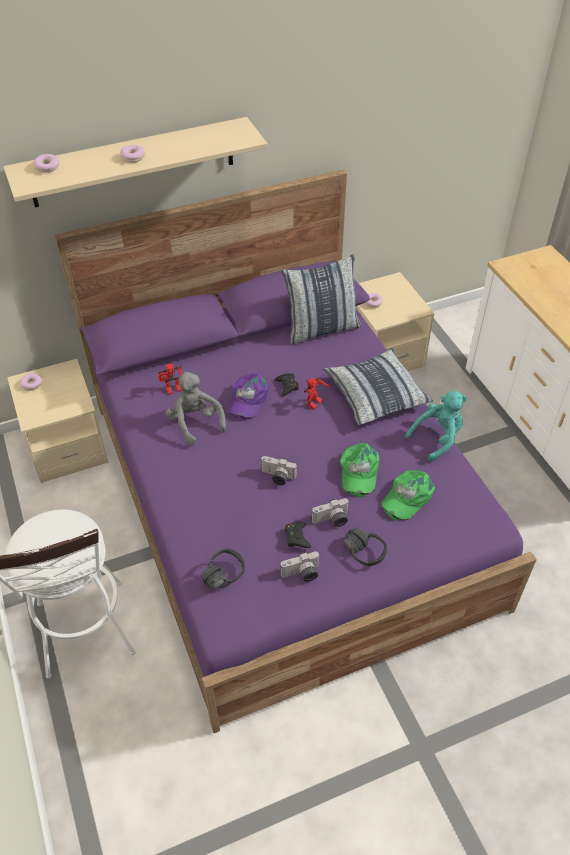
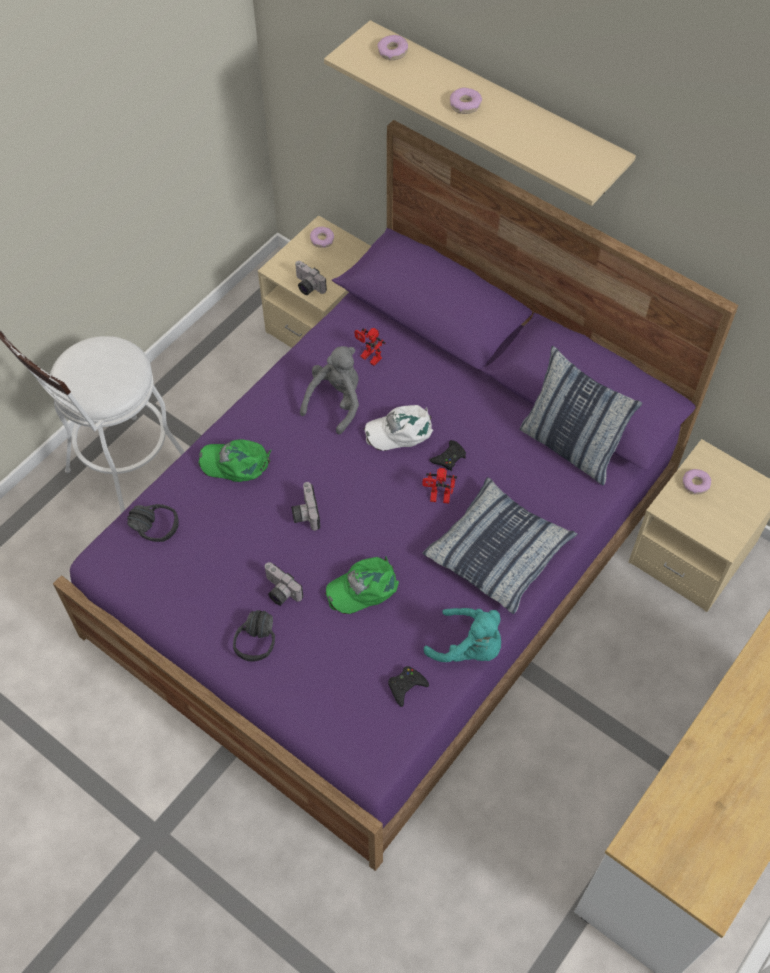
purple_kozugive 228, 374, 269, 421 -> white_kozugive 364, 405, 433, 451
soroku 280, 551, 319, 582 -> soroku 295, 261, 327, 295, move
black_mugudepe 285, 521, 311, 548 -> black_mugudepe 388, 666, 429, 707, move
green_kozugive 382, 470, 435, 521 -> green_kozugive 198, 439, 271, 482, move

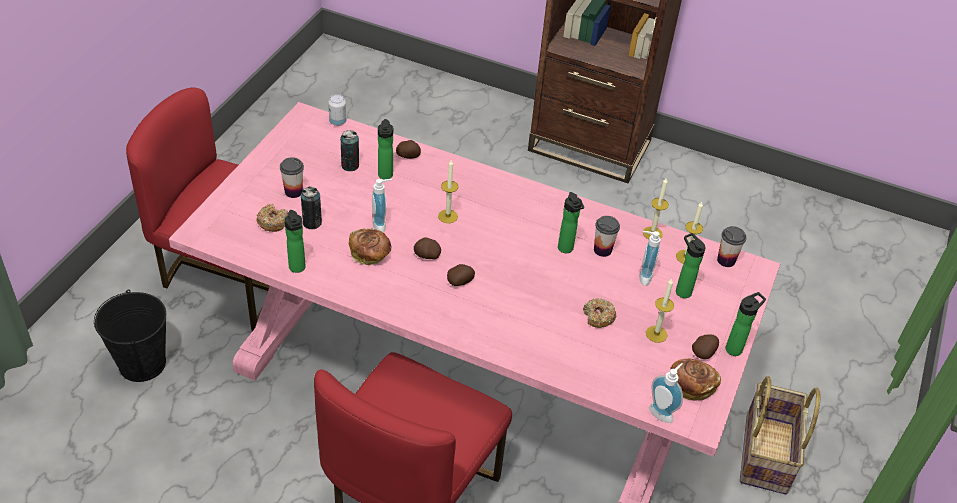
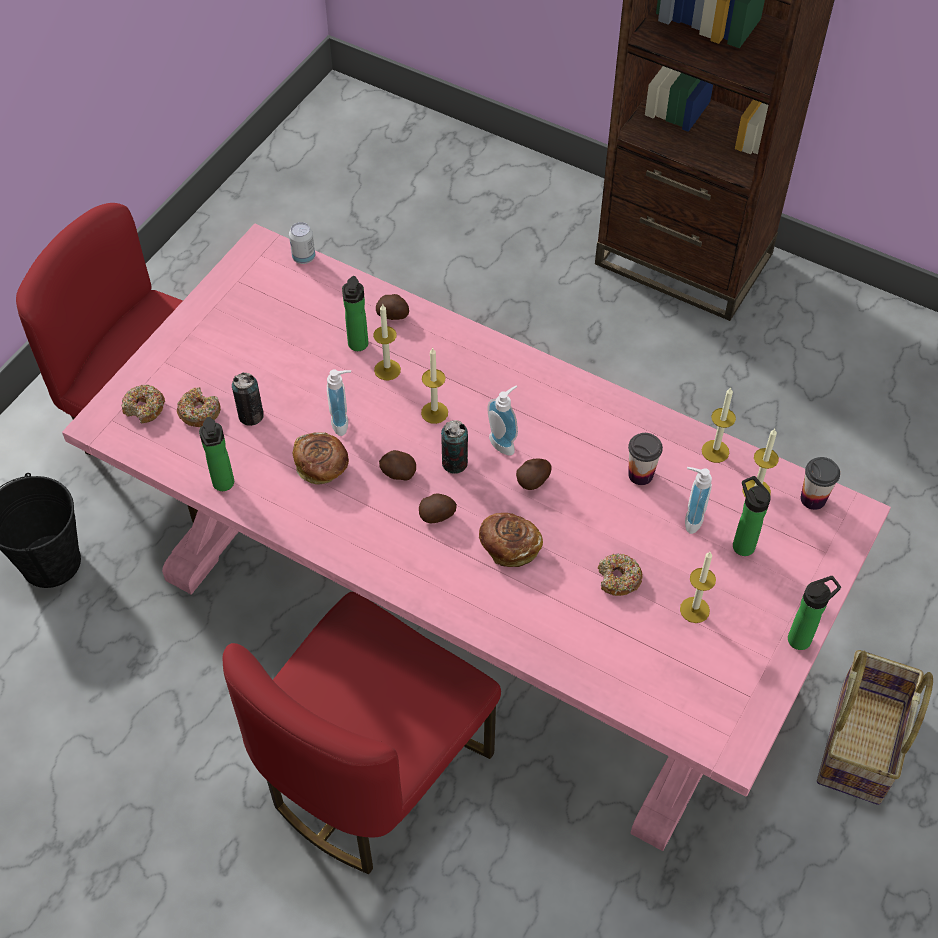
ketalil 280, 157, 304, 198 -> none
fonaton 340, 130, 359, 171 -> fonaton 441, 420, 468, 473, move
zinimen 558, 192, 584, 253 -> none
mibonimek 649, 363, 683, 423 -> mibonimek 488, 386, 518, 456, move
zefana 670, 359, 721, 400 -> zefana 479, 513, 543, 567, move
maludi 692, 334, 719, 359 -> maludi 516, 458, 552, 490, move
none -> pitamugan 121, 385, 165, 423
none -> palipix 373, 303, 401, 380

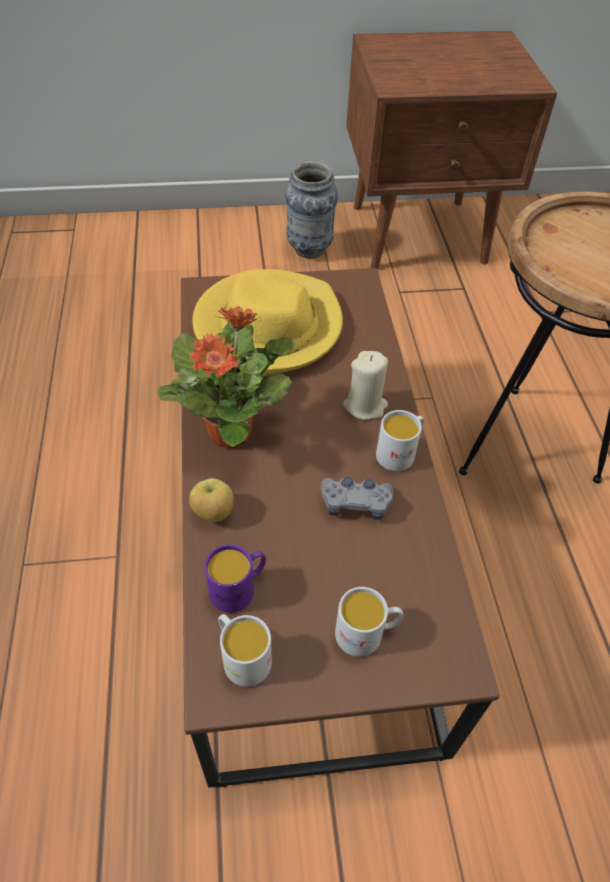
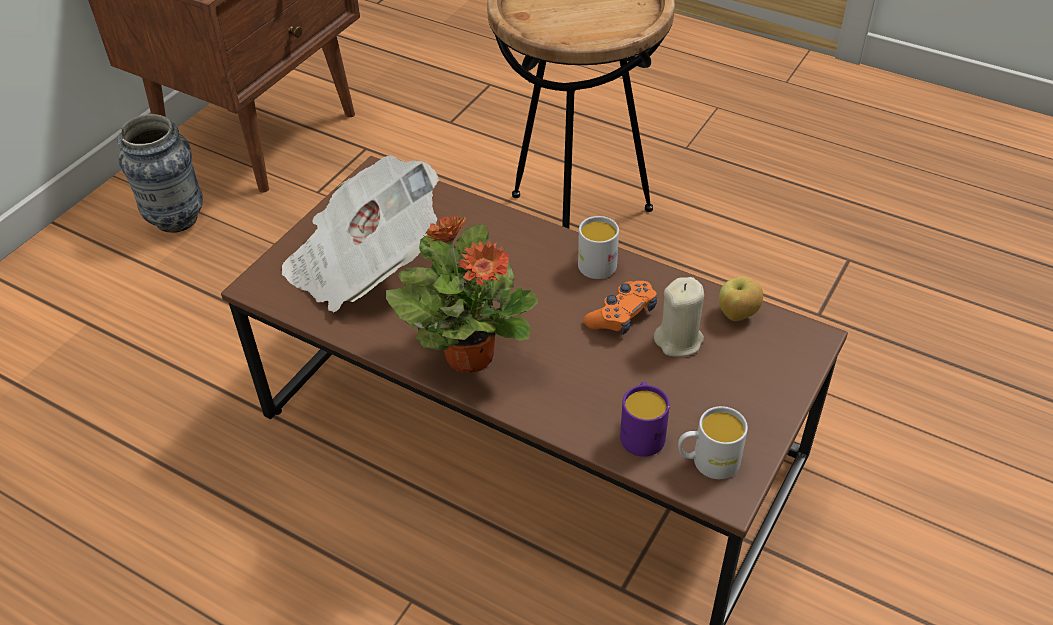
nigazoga 189, 478, 233, 522 -> nigazoga 719, 277, 763, 321, move
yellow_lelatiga 192, 269, 343, 374 -> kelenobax 282, 155, 439, 312
grey_mugudepe 320, 477, 393, 520 -> orange_mugudepe 584, 281, 657, 335
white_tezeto 335, 587, 403, 657 -> none
beige_palipix 343, 351, 388, 420 -> beige_palipix 654, 277, 704, 357, move

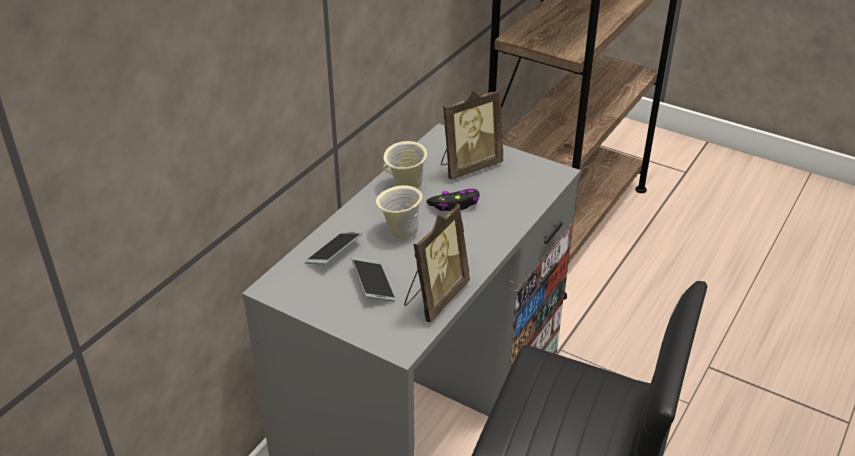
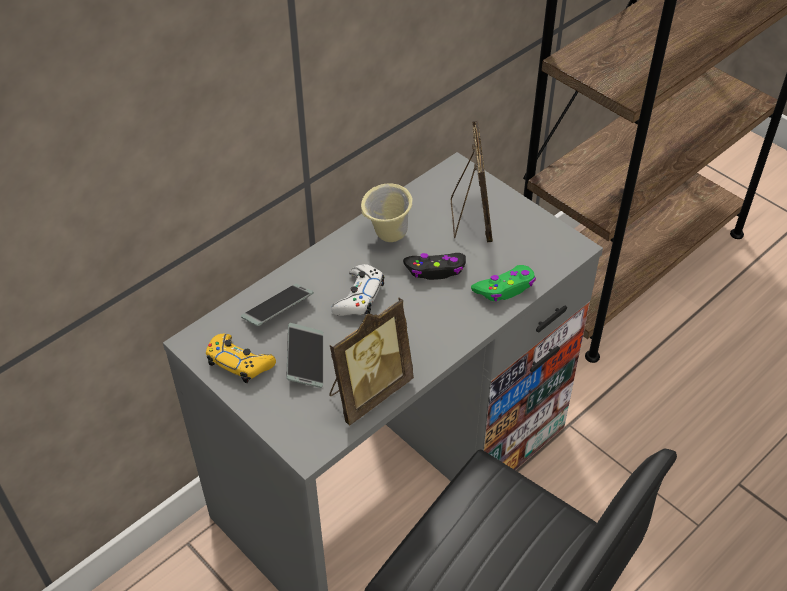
beige_tezeto 376, 185, 423, 239 -> white_mugudepe 331, 264, 384, 316
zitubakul 441, 89, 503, 180 -> zitubakul 451, 121, 493, 242, 75 degrees counterclockwise
none -> yellow_mugudepe 206, 333, 276, 383
none -> green_mugudepe 471, 265, 536, 301

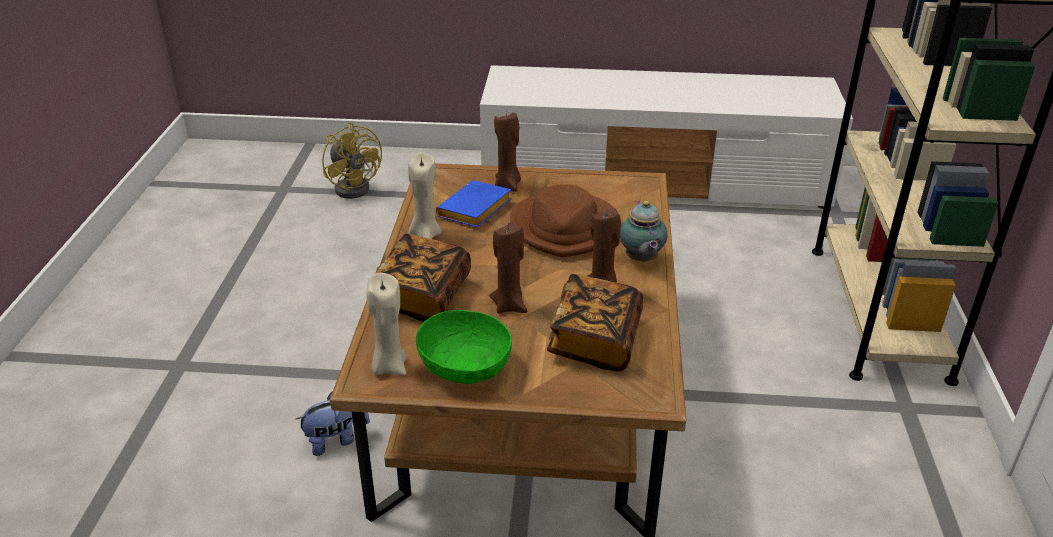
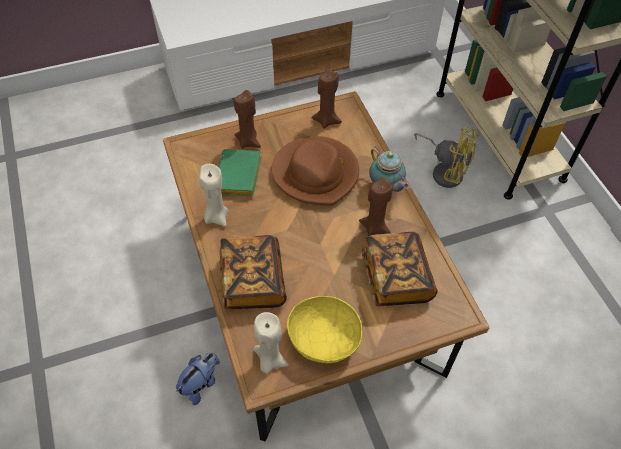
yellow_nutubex 322, 122, 382, 199 -> yellow_nutubex 414, 127, 478, 188, move
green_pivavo 416, 310, 512, 384 -> yellow_pivavo 287, 296, 362, 363
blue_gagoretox 436, 180, 512, 227 -> green_gagoretox 219, 149, 261, 197
brown_palipix 489, 221, 527, 314 -> brown_palipix 311, 69, 342, 129, move

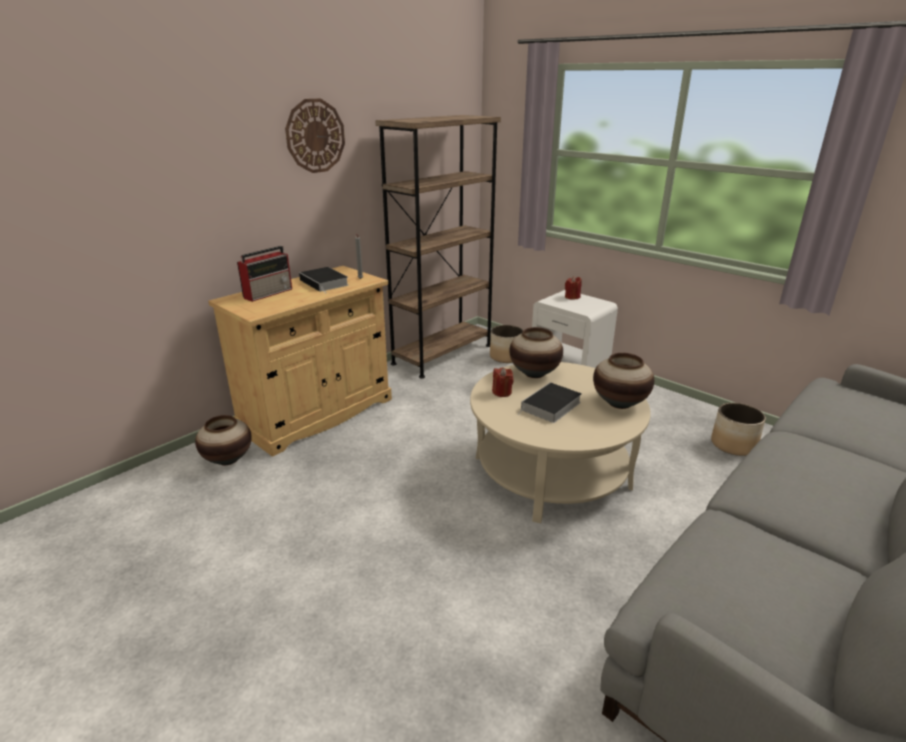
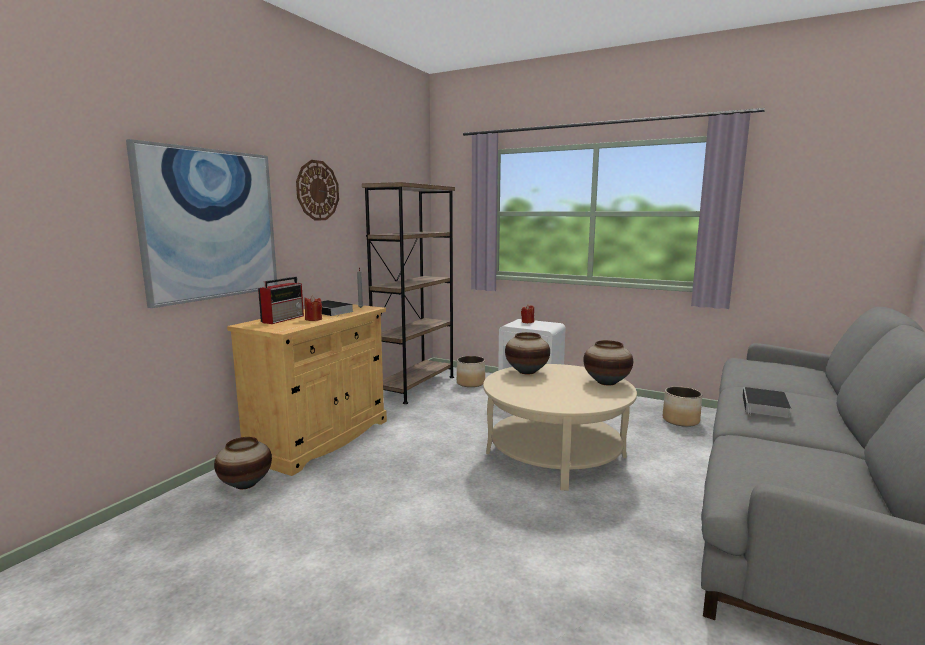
red_palipix 492, 367, 514, 397 -> red_palipix 304, 296, 322, 321, move
gagoretox 517, 382, 582, 423 -> gagoretox 743, 387, 791, 418, move
none -> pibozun 126, 139, 277, 308

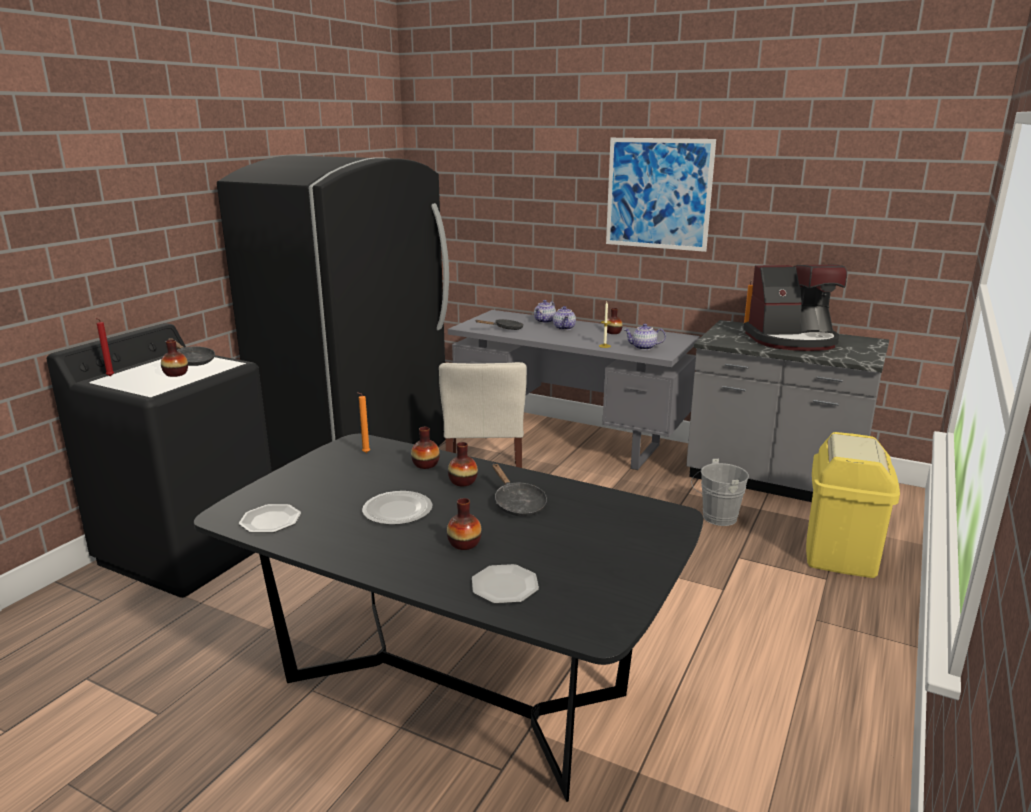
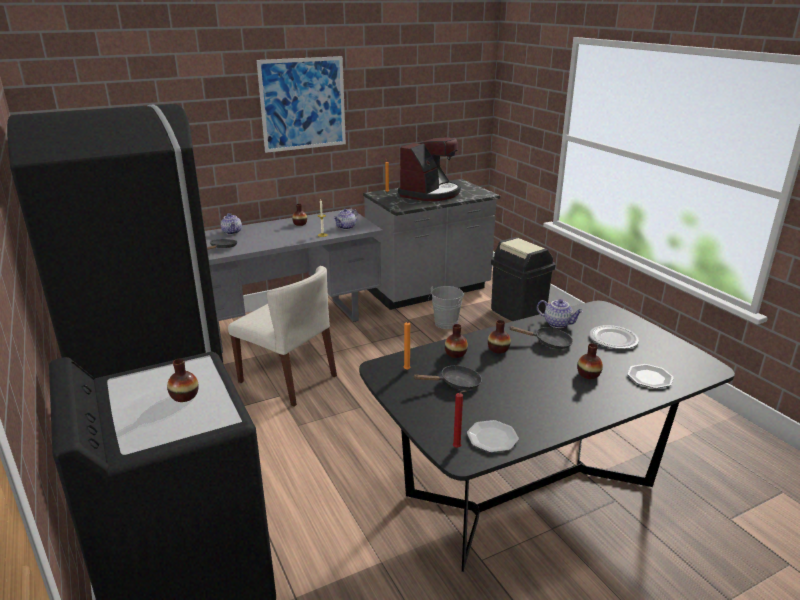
red_palipix 96, 318, 114, 376 -> red_palipix 453, 391, 466, 448, move
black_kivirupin 168, 338, 215, 366 -> black_kivirupin 414, 365, 482, 390, move
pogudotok 362, 491, 432, 525 -> pogudotok 589, 325, 639, 349, move
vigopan 553, 306, 576, 330 -> vigopan 537, 299, 583, 328, move
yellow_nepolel 806, 432, 900, 578 -> black_nepolel 491, 237, 556, 321

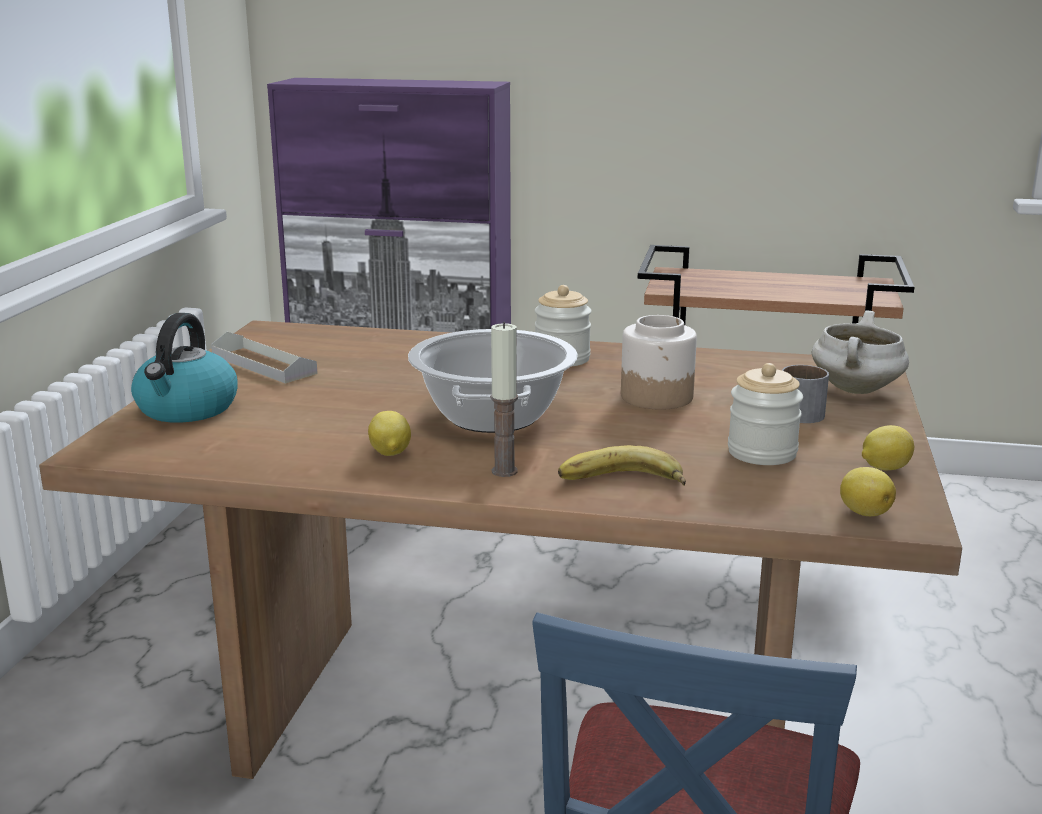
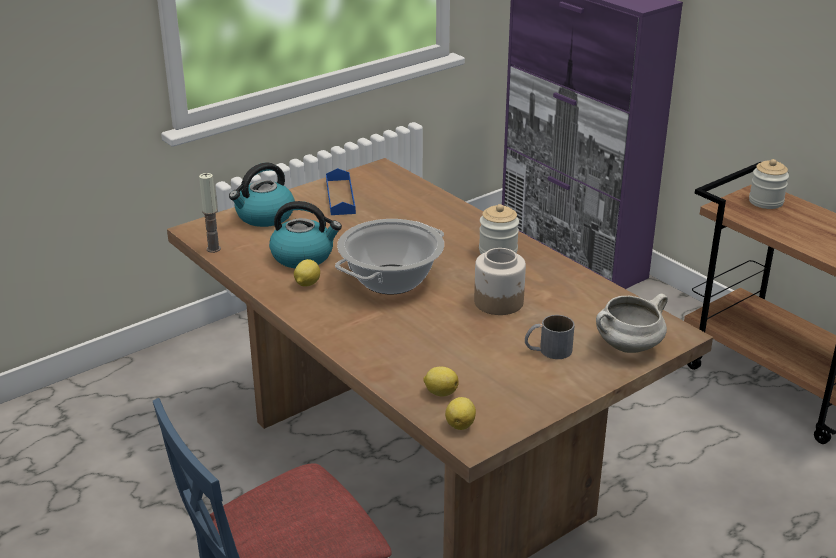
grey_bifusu 211, 332, 318, 384 -> blue_bifusu 326, 168, 356, 215
palipix 490, 322, 518, 477 -> palipix 199, 173, 221, 253, move
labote 558, 445, 686, 486 -> none
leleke 728, 363, 803, 465 -> leleke 749, 159, 789, 209, move
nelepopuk 862, 425, 914, 470 -> nelepopuk 423, 367, 459, 397, move
none -> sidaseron 269, 201, 342, 268

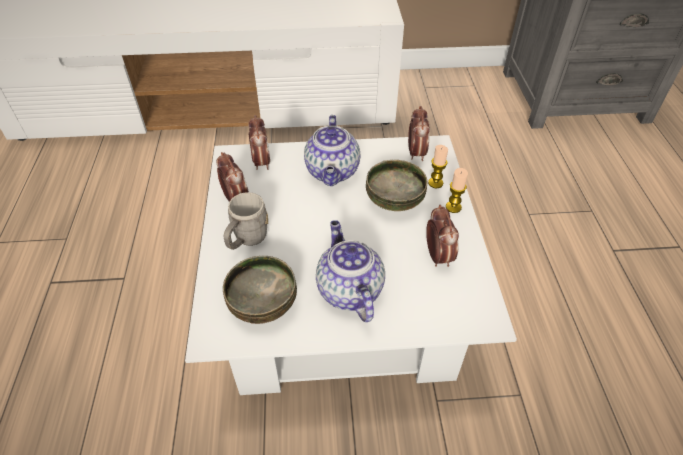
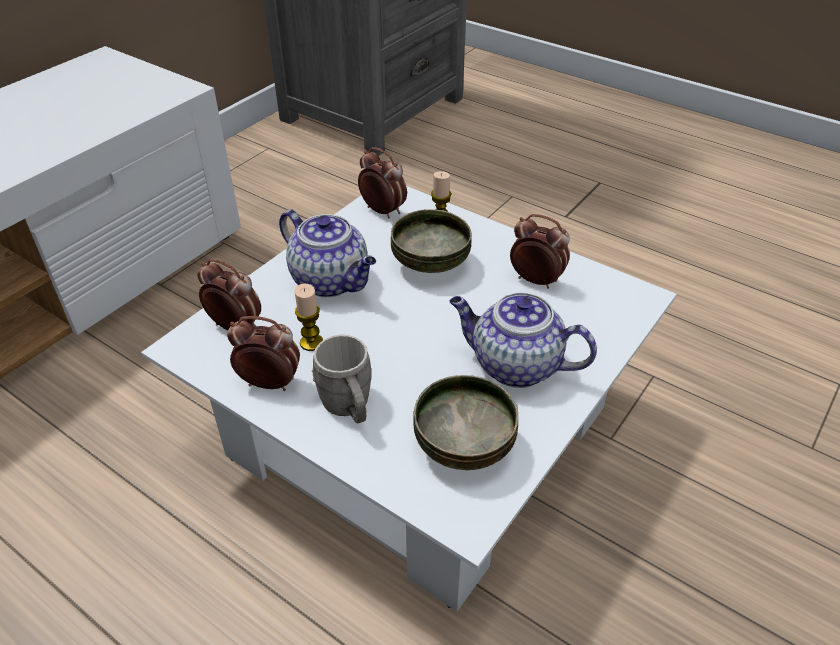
palipix 446, 168, 468, 213 -> palipix 294, 284, 323, 351, move

